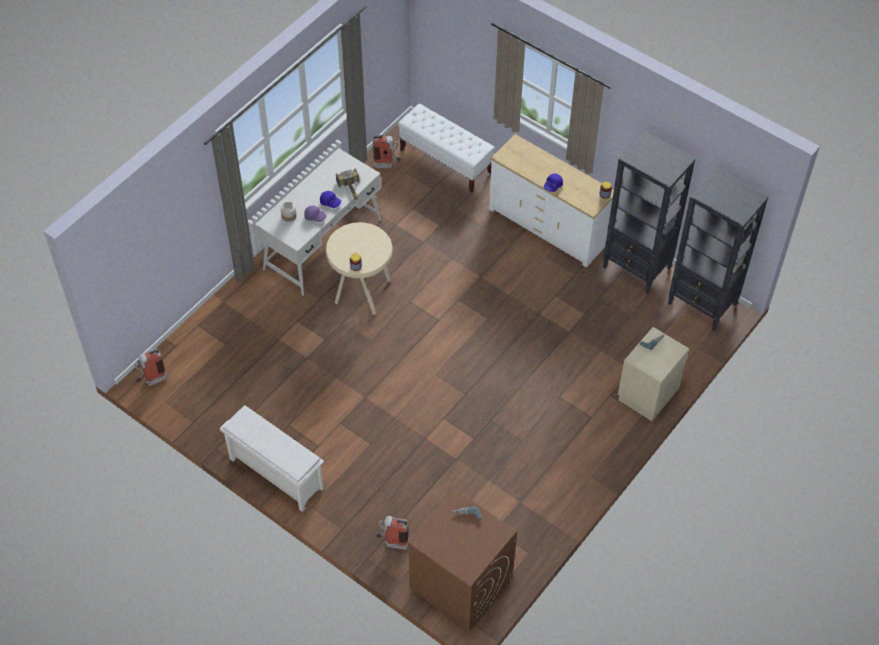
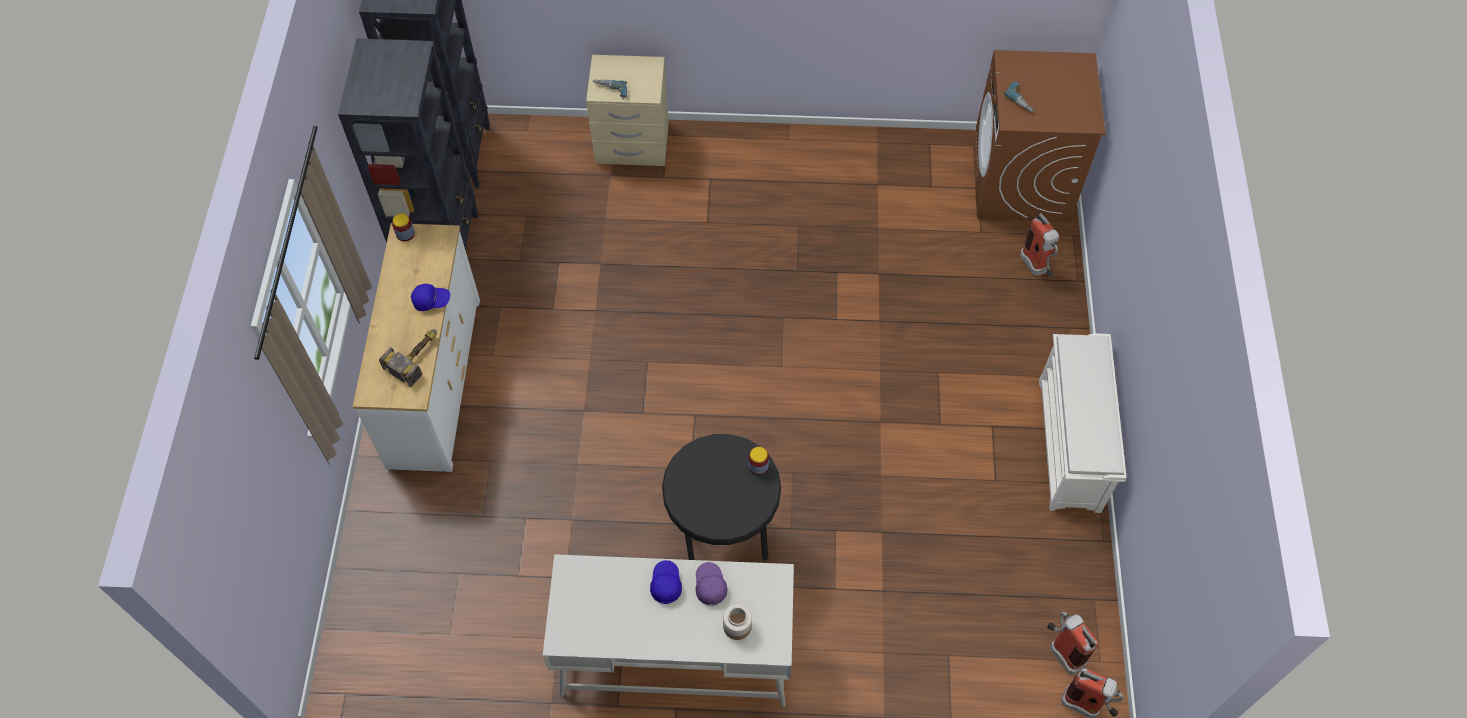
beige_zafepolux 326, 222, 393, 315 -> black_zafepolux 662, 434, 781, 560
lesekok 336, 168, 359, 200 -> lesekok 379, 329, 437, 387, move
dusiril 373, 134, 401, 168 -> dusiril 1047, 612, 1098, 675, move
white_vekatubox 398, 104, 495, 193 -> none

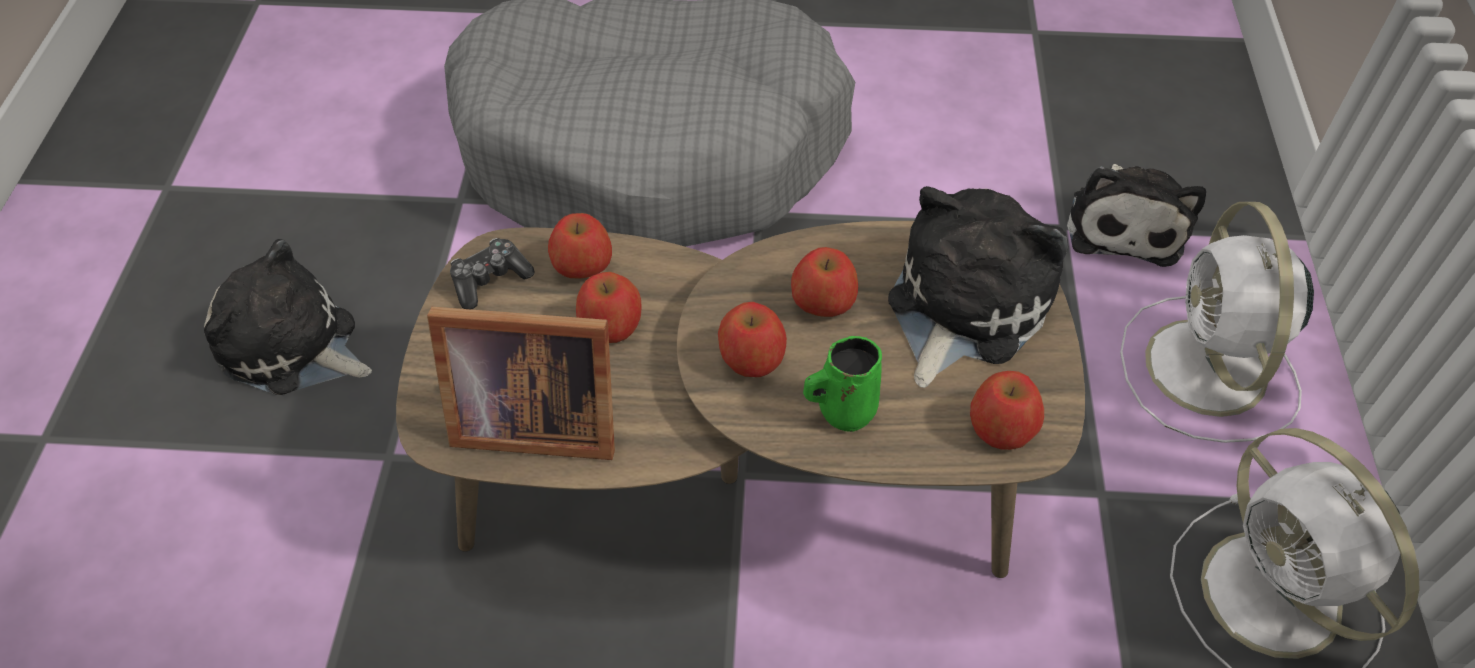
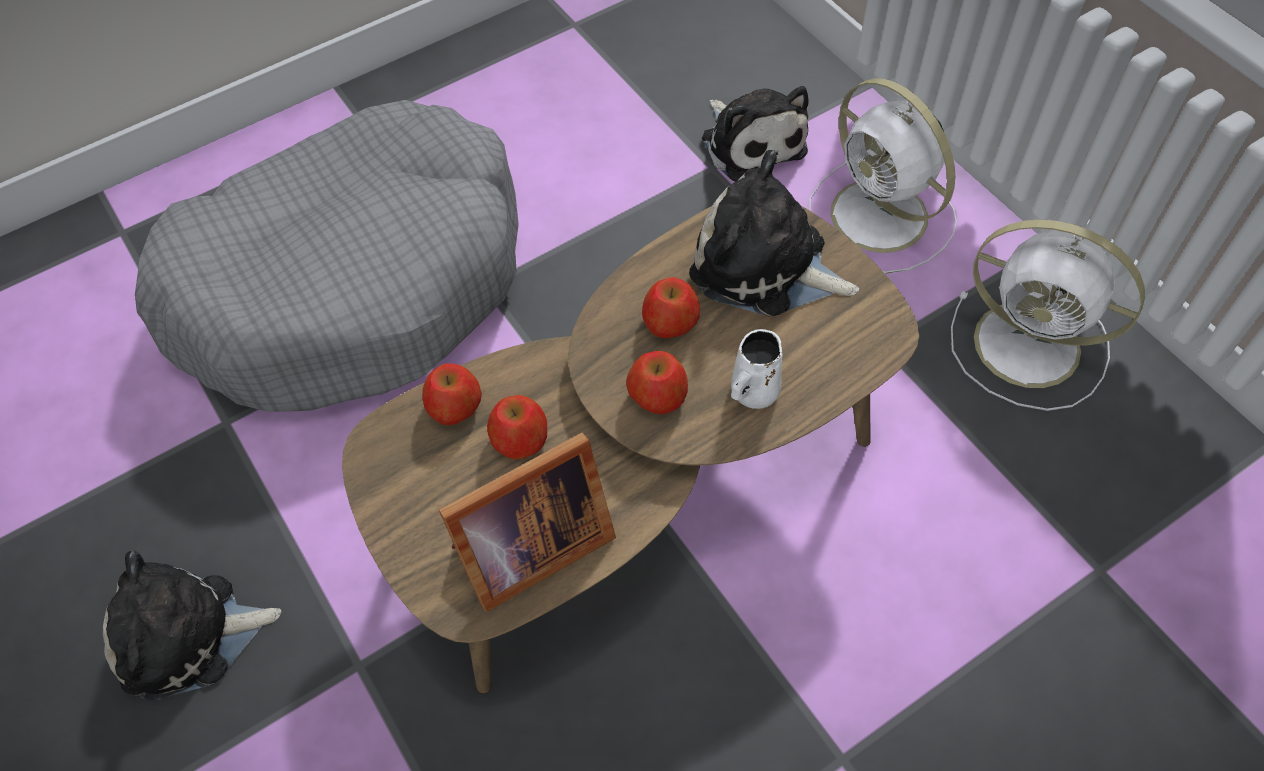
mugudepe 450, 238, 535, 309 -> none
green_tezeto 803, 336, 882, 432 -> white_tezeto 731, 329, 782, 409
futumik 888, 186, 1068, 388 -> futumik 689, 150, 859, 316, 60 degrees counterclockwise
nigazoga 970, 371, 1044, 450 -> none

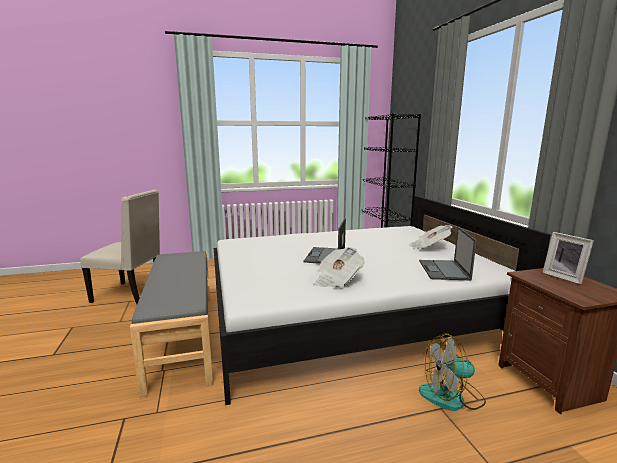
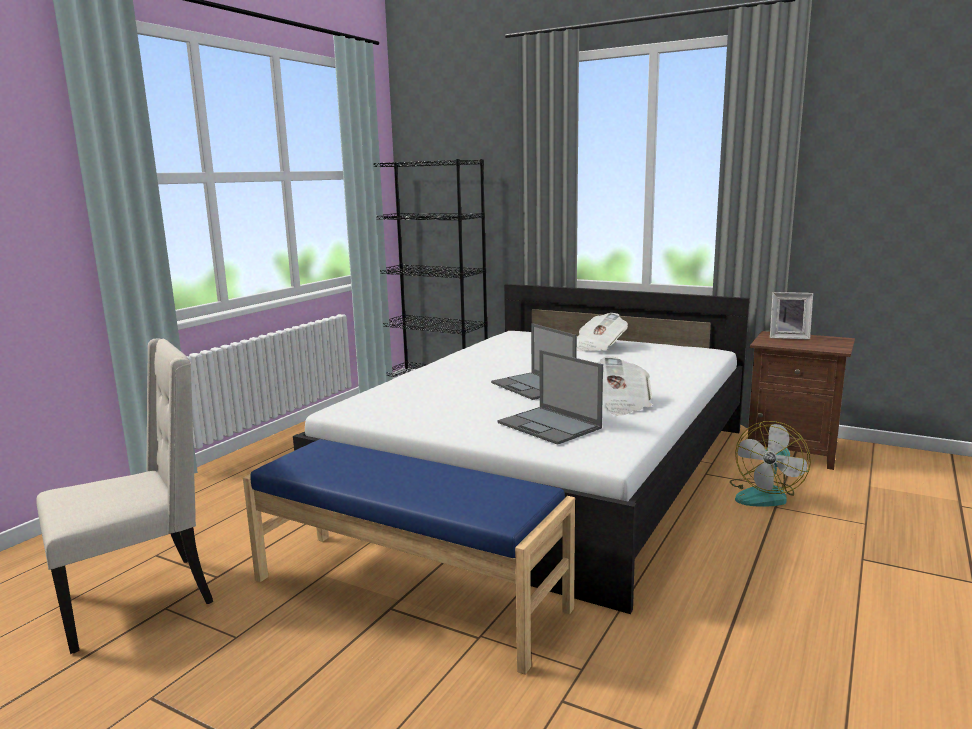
grey_vekatubox 130, 251, 213, 397 -> blue_vekatubox 243, 439, 575, 675
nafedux 419, 227, 477, 281 -> nafedux 497, 350, 603, 445, move

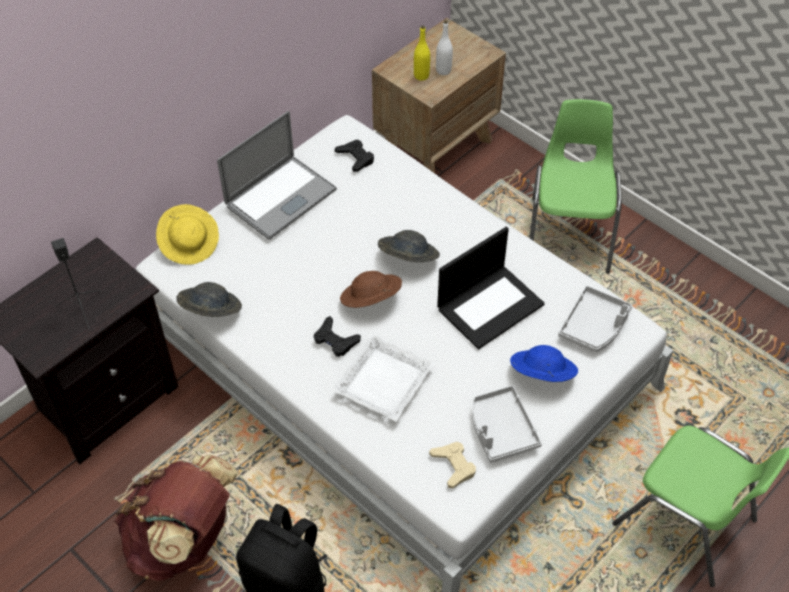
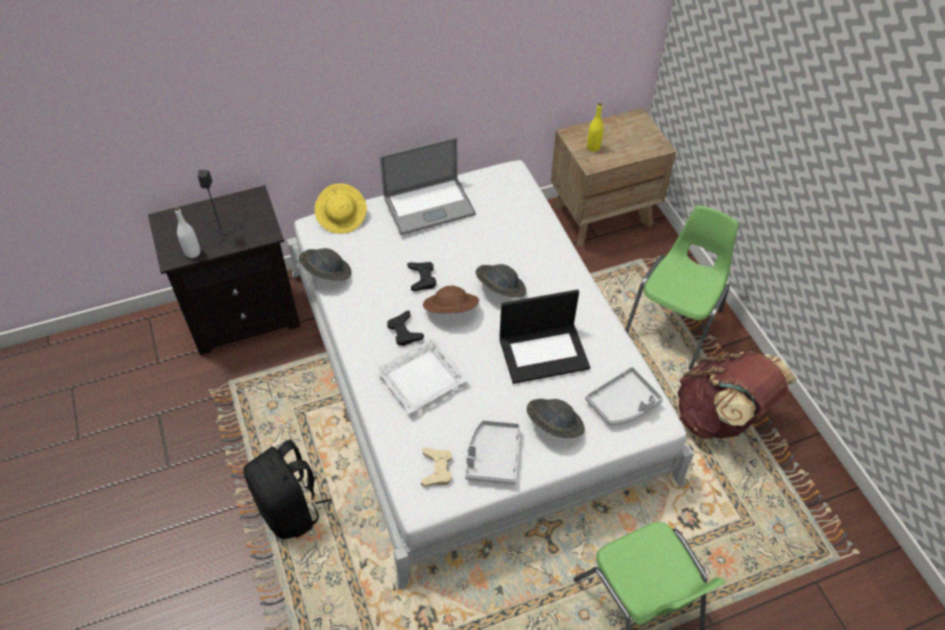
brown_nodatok 114, 455, 238, 581 -> brown_nodatok 678, 352, 797, 439, move
black_mugudepe 335, 139, 374, 172 -> black_mugudepe 407, 262, 436, 291, move
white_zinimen 436, 20, 453, 75 -> white_zinimen 175, 207, 200, 258, move
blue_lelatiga 510, 345, 578, 382 -> grey_lelatiga 527, 399, 585, 438

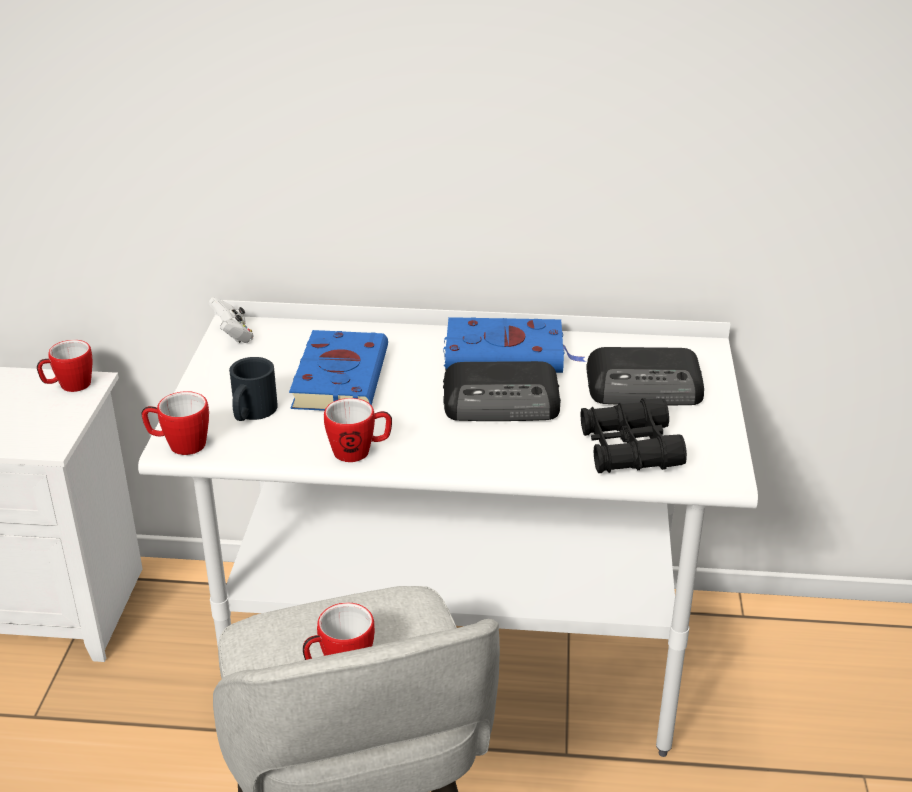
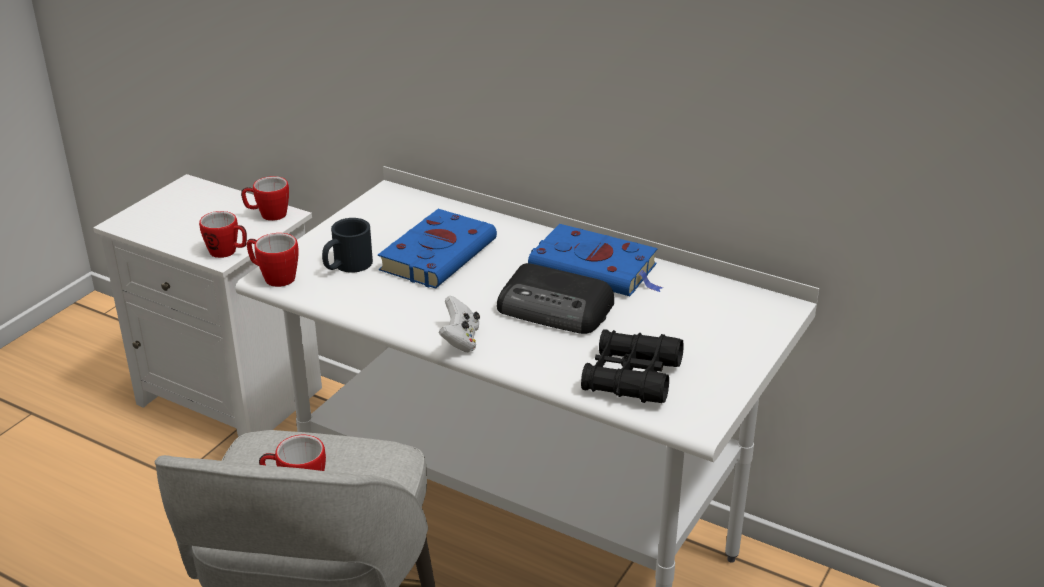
white_mugudepe 209, 297, 254, 343 -> white_mugudepe 439, 296, 480, 352, move
tezeto 324, 398, 392, 462 -> tezeto 199, 211, 247, 258, move
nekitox 586, 347, 704, 405 -> none

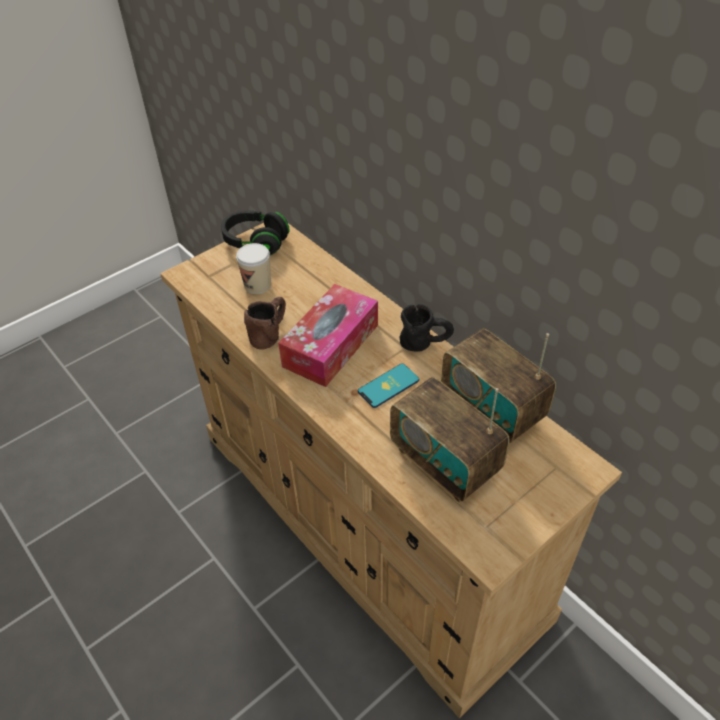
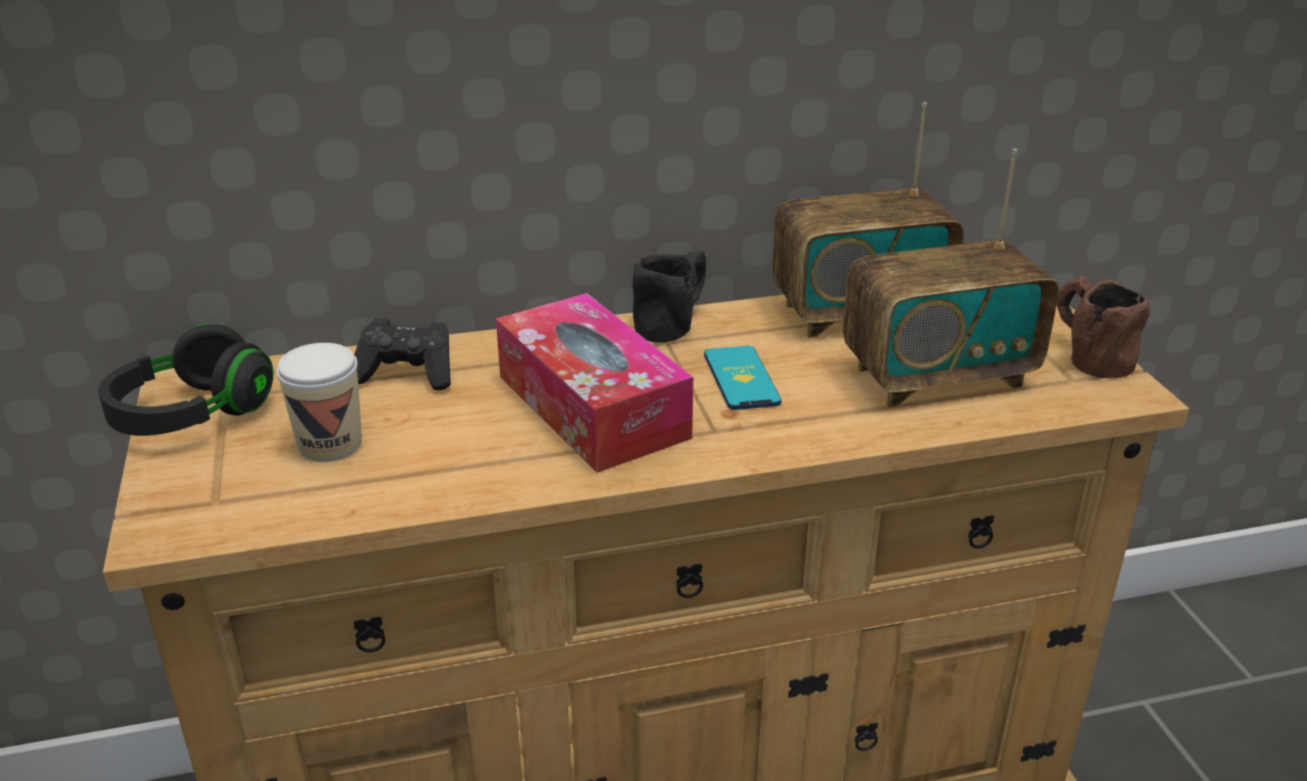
brown_tezeto 244, 297, 286, 349 -> brown_tezeto 1057, 275, 1150, 378, move
none -> black_mugudepe 354, 318, 451, 390

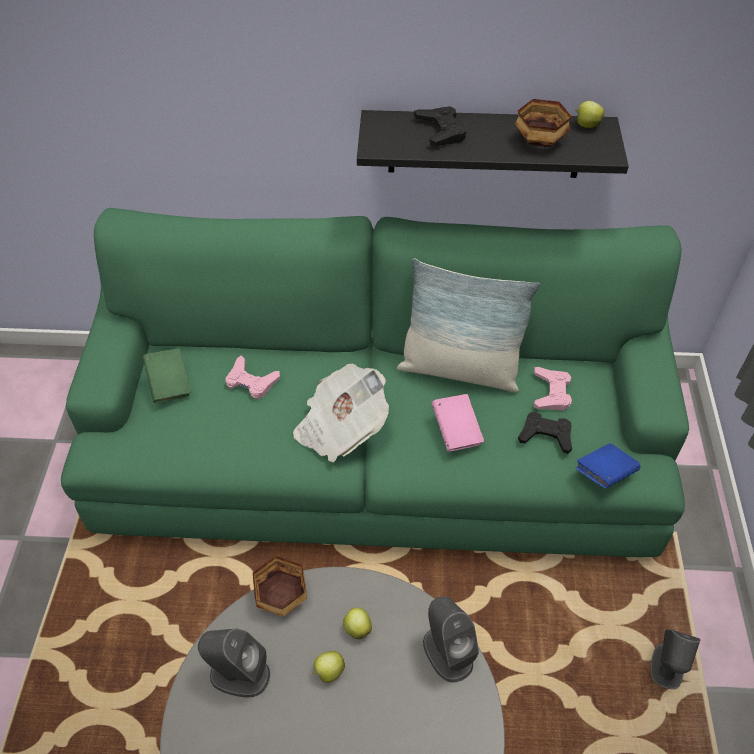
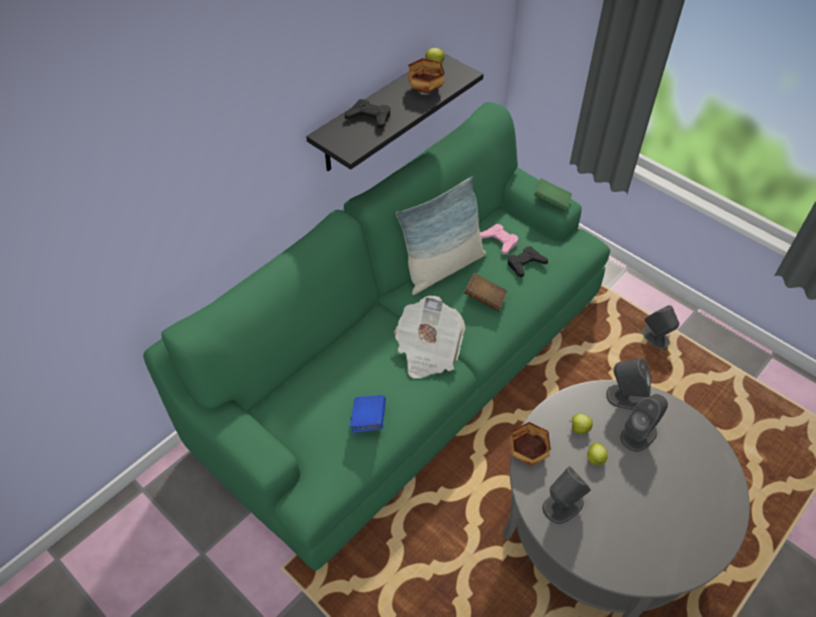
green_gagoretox 143, 348, 191, 403 -> green_gagoretox 534, 178, 572, 211, move
pink_mugudepe 225, 356, 280, 399 -> none
pink_gagoretox 431, 394, 484, 452 -> brown_gagoretox 464, 273, 507, 311
blue_gagoretox 576, 443, 640, 488 -> blue_gagoretox 350, 395, 386, 432, move
none -> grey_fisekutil 620, 394, 668, 452

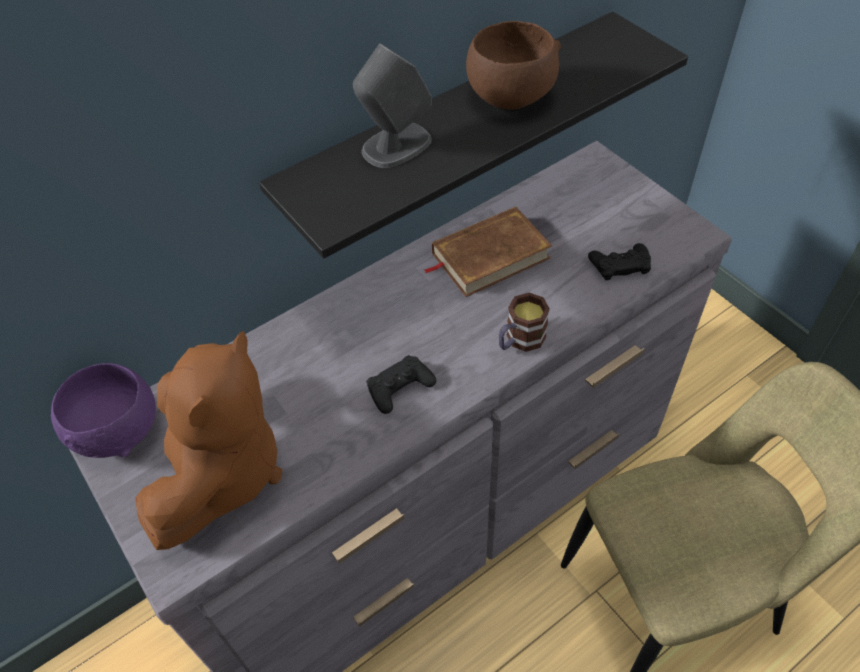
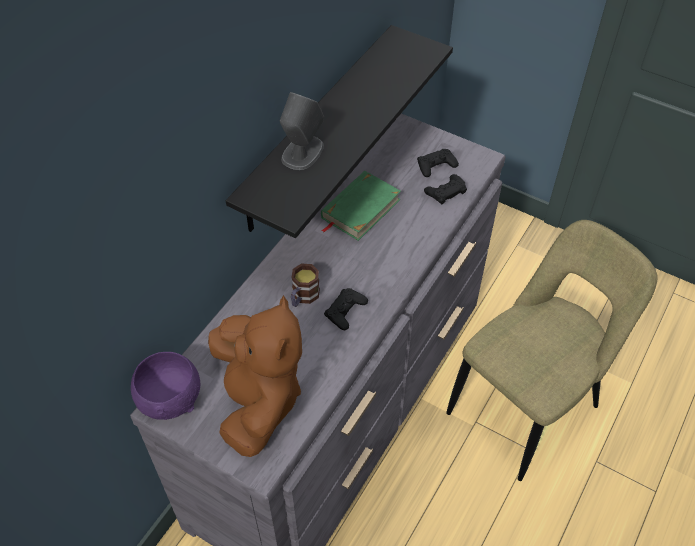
brown_gagoretox 425, 206, 552, 297 -> green_gagoretox 321, 171, 401, 241
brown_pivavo 466, 21, 561, 110 -> none
tezeto 499, 293, 550, 352 -> tezeto 291, 263, 320, 307, move
none -> black_mugudepe 417, 149, 459, 177

